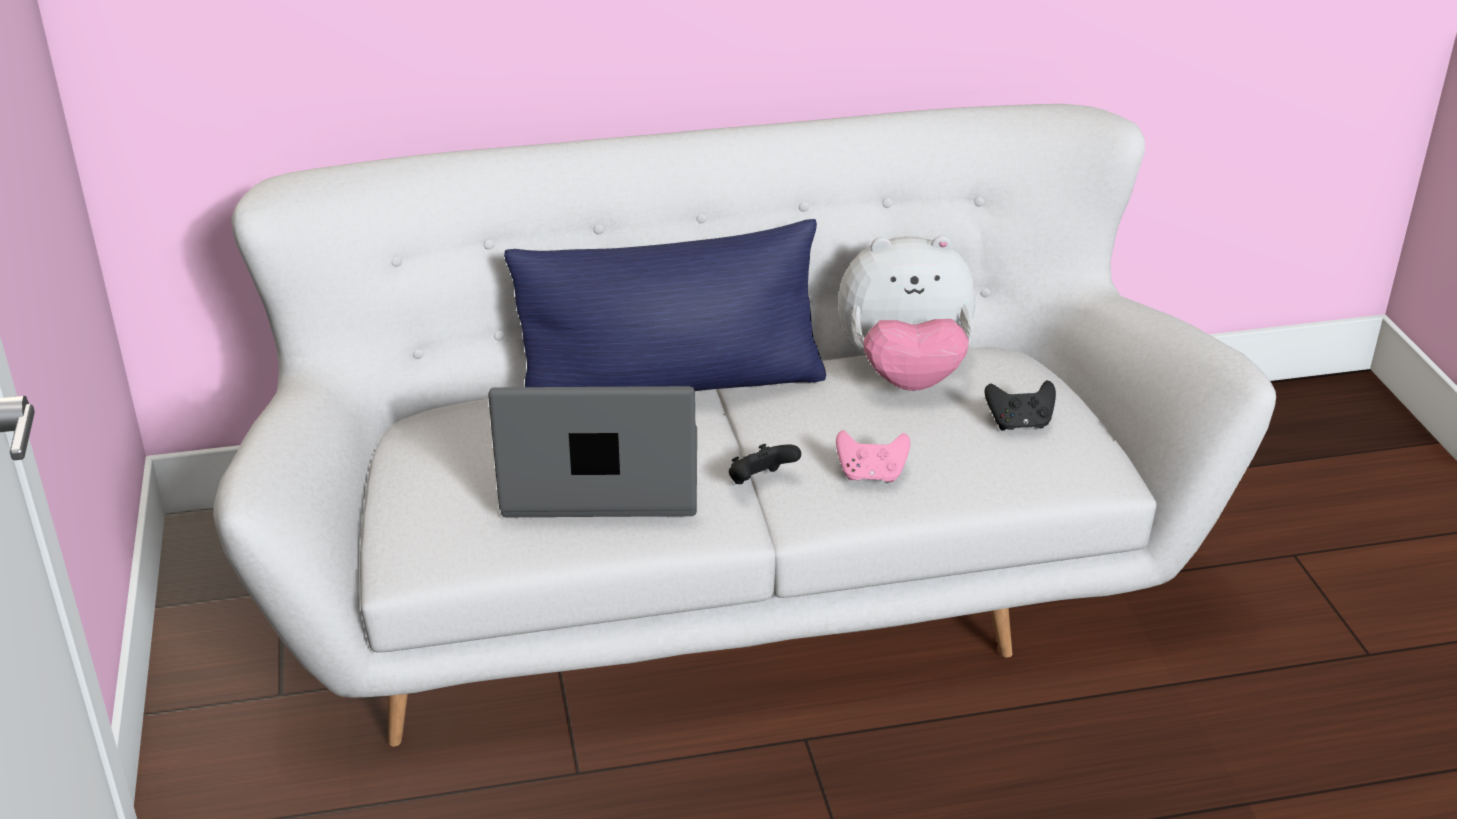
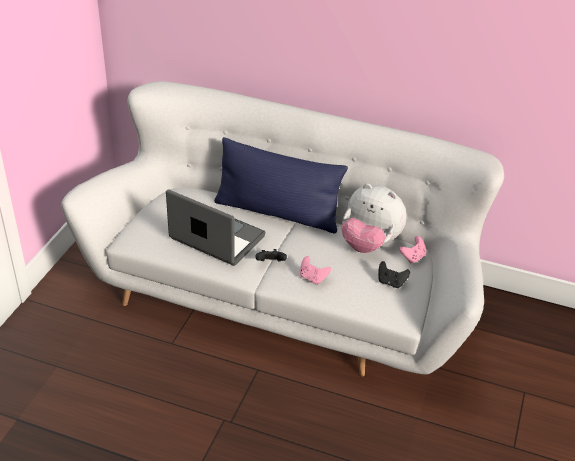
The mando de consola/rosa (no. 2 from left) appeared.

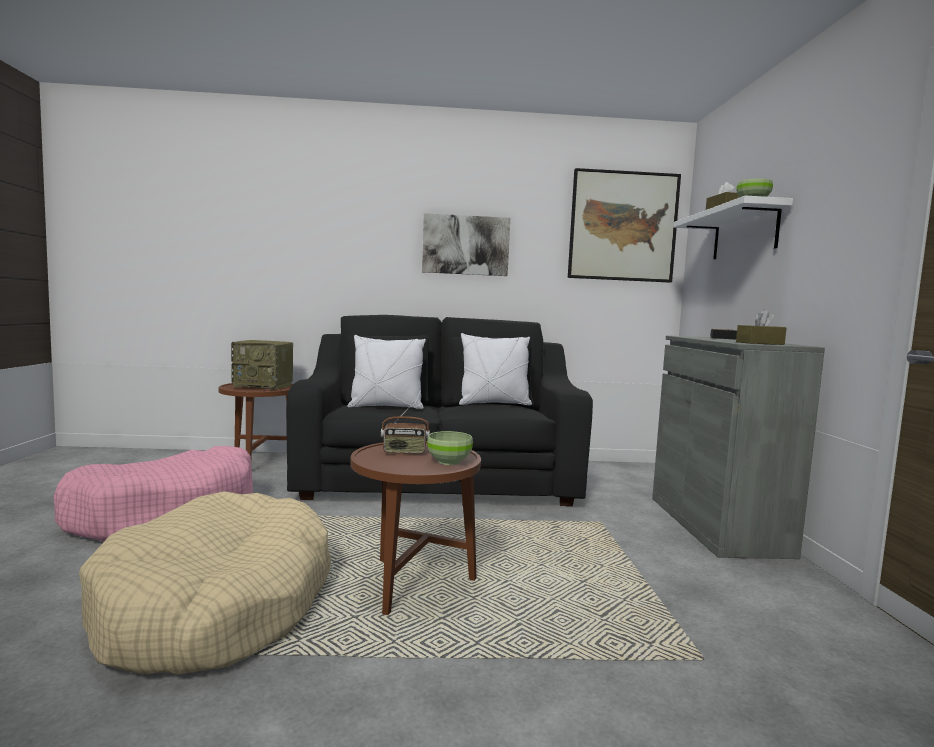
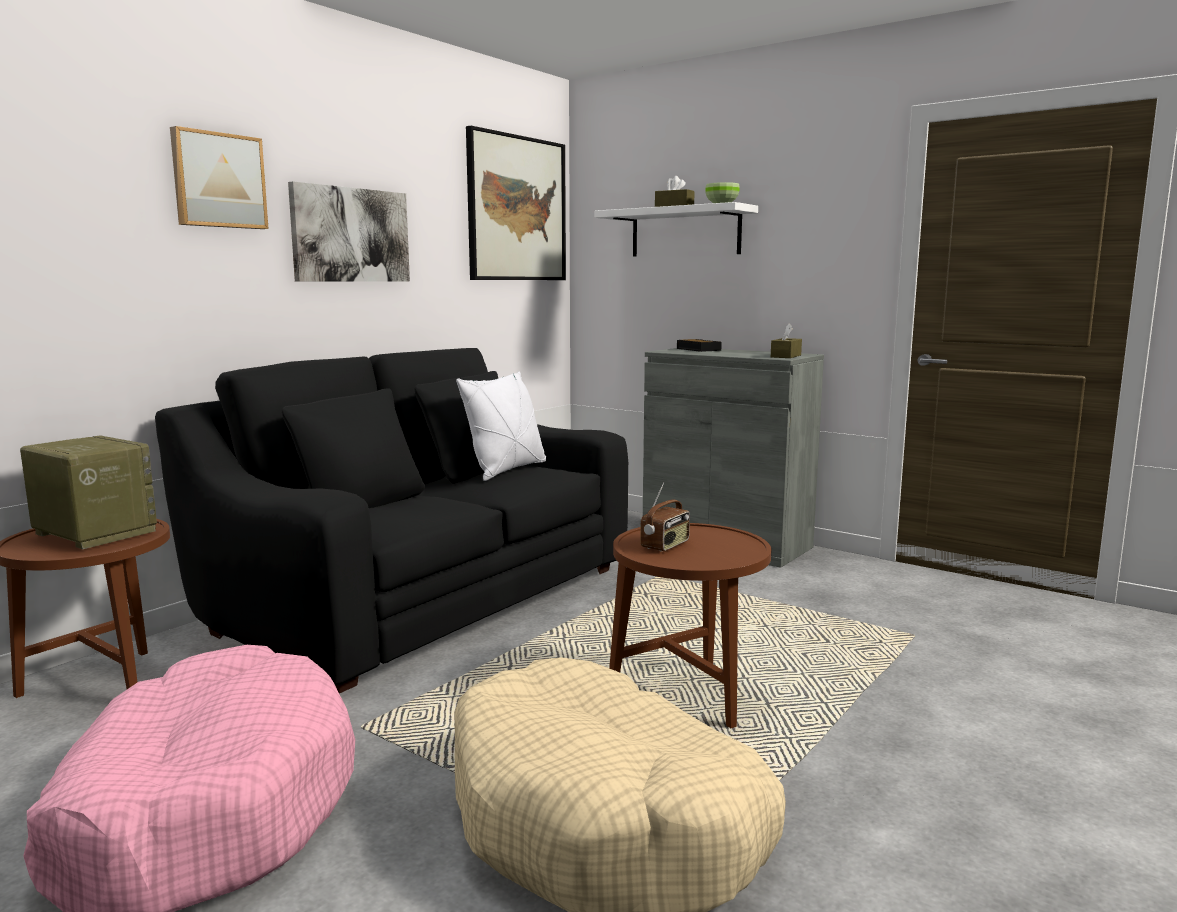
The cojín/blanco (no. 1 from left) disappeared. The cuenco/verde (no. 1 from left) disappeared. The cuadro (no. 1 from left) appeared. The radio (no. 1 from left) turned 105 degrees counterclockwise.

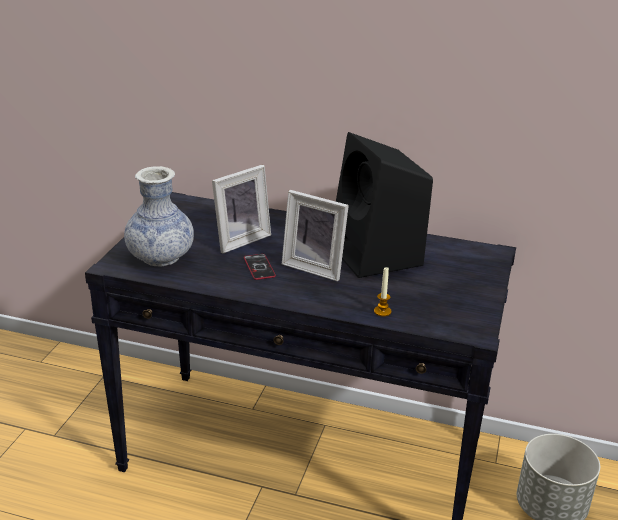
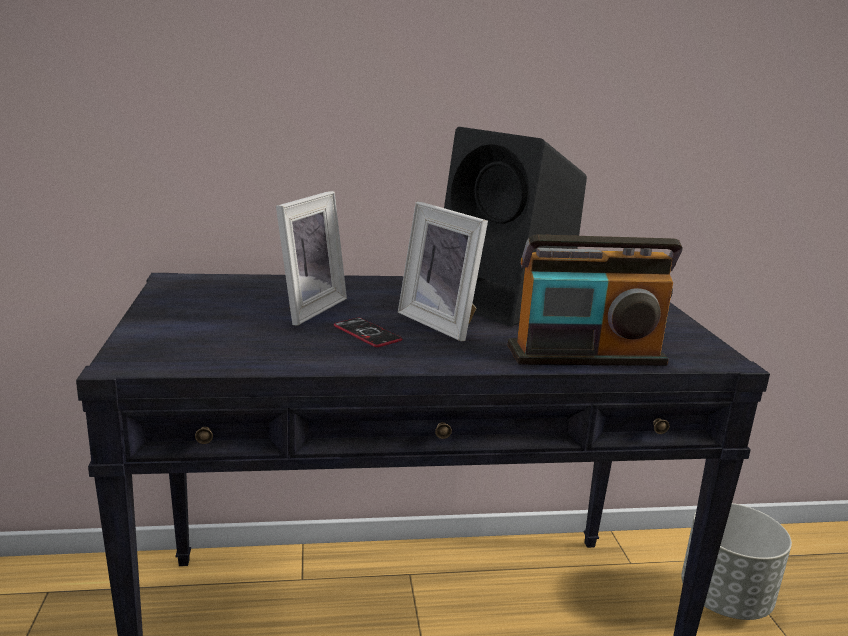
The florero disappeared. The vela was replaced by the radio. The portarretratos (no. 2 from left) turned 45 degrees clockwise.

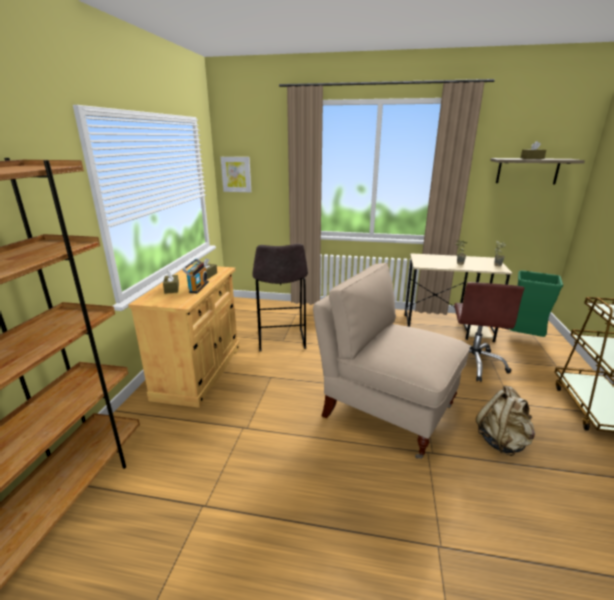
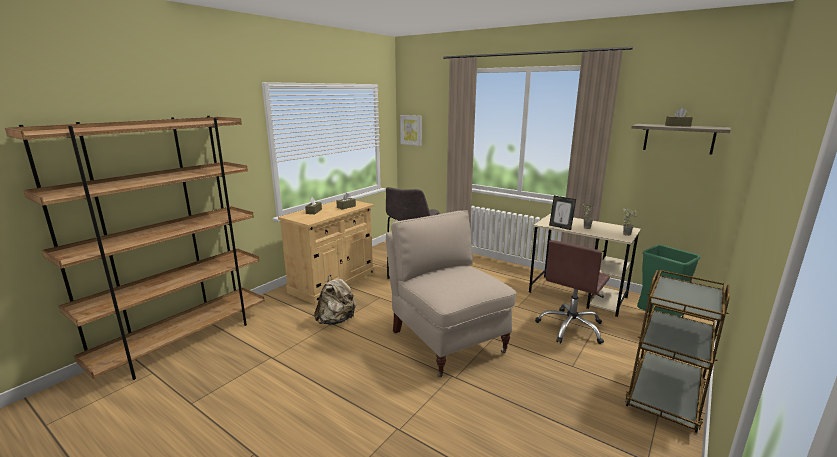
The radio disappeared. The portarretratos appeared. The mochila/beis moved.

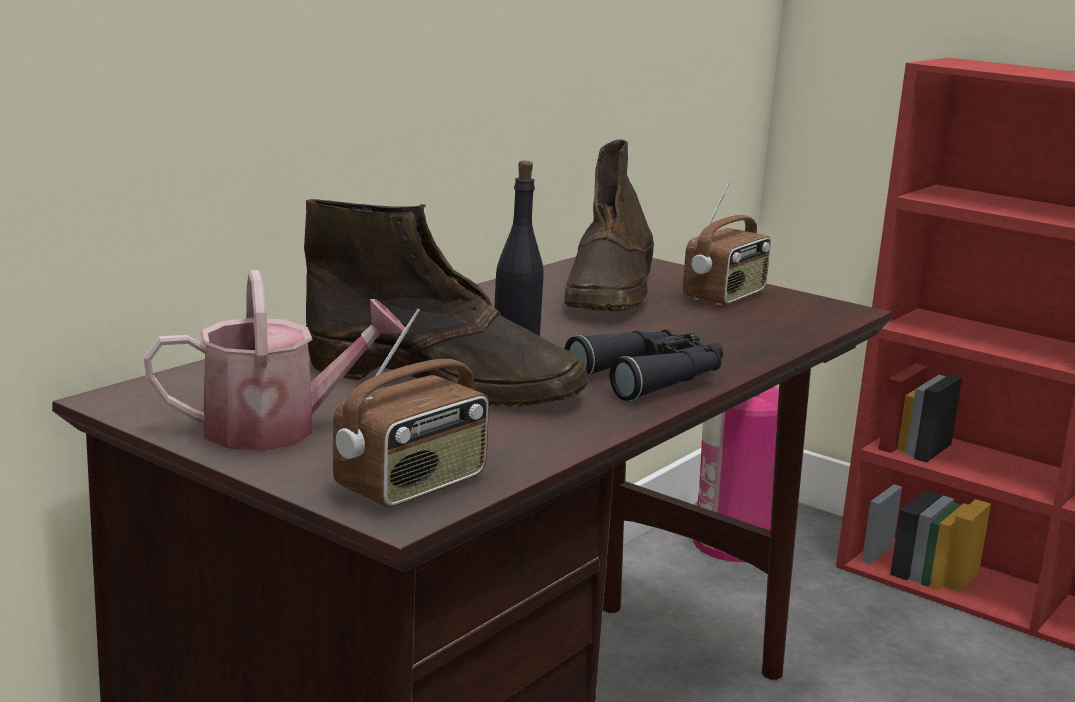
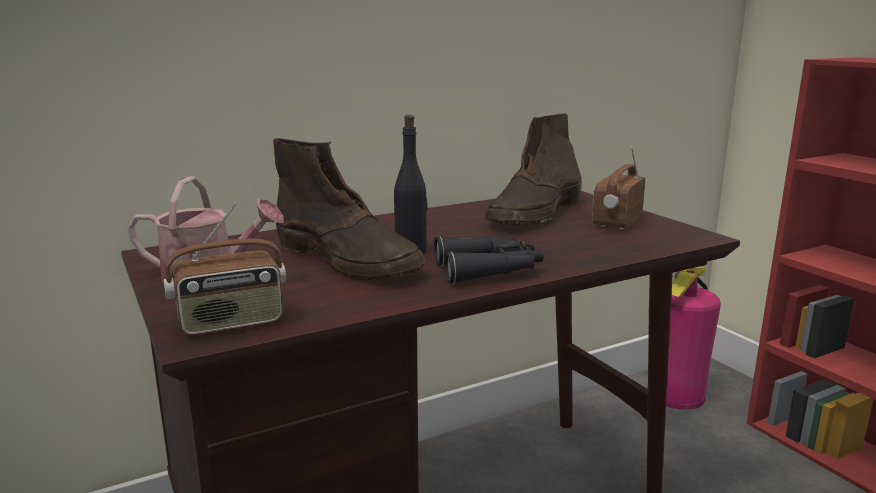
The radio (no. 2 from left) turned 150 degrees clockwise.

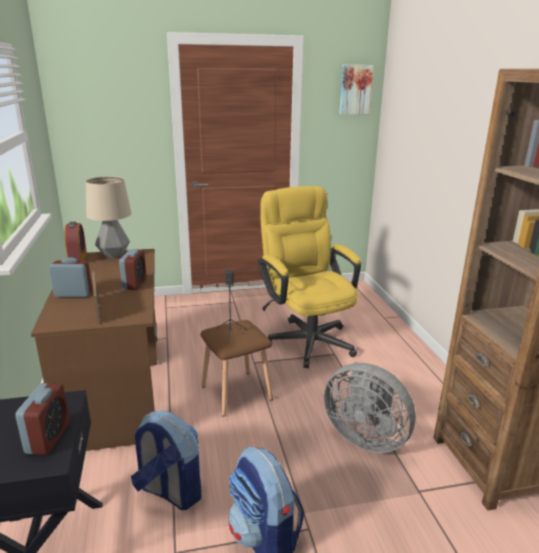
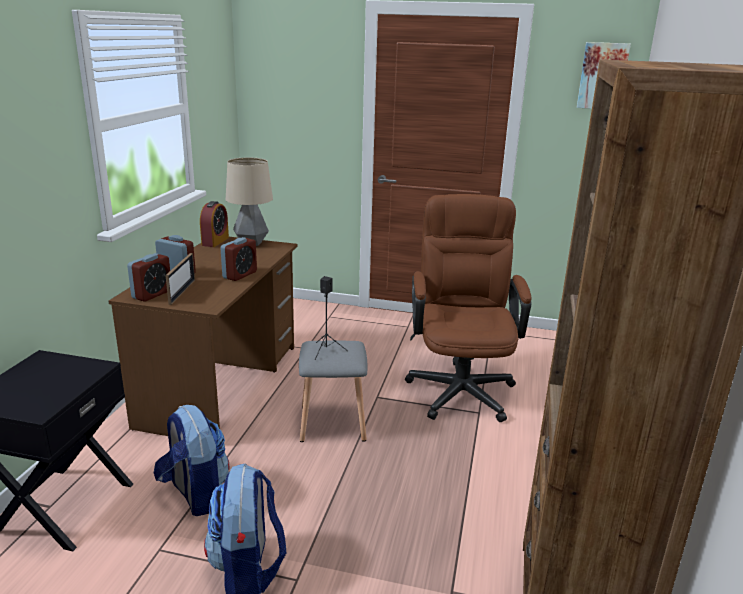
The ventilador/gris disappeared. The despertador (no. 1 from left) moved. The taburete/marrón became the taburete/gris. The silla de oficina/amarillo became the silla de oficina/marrón.

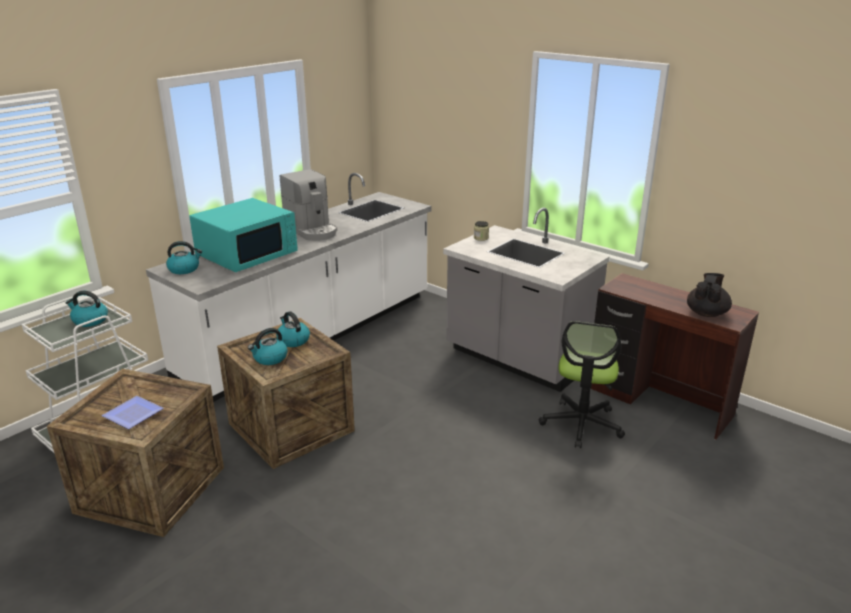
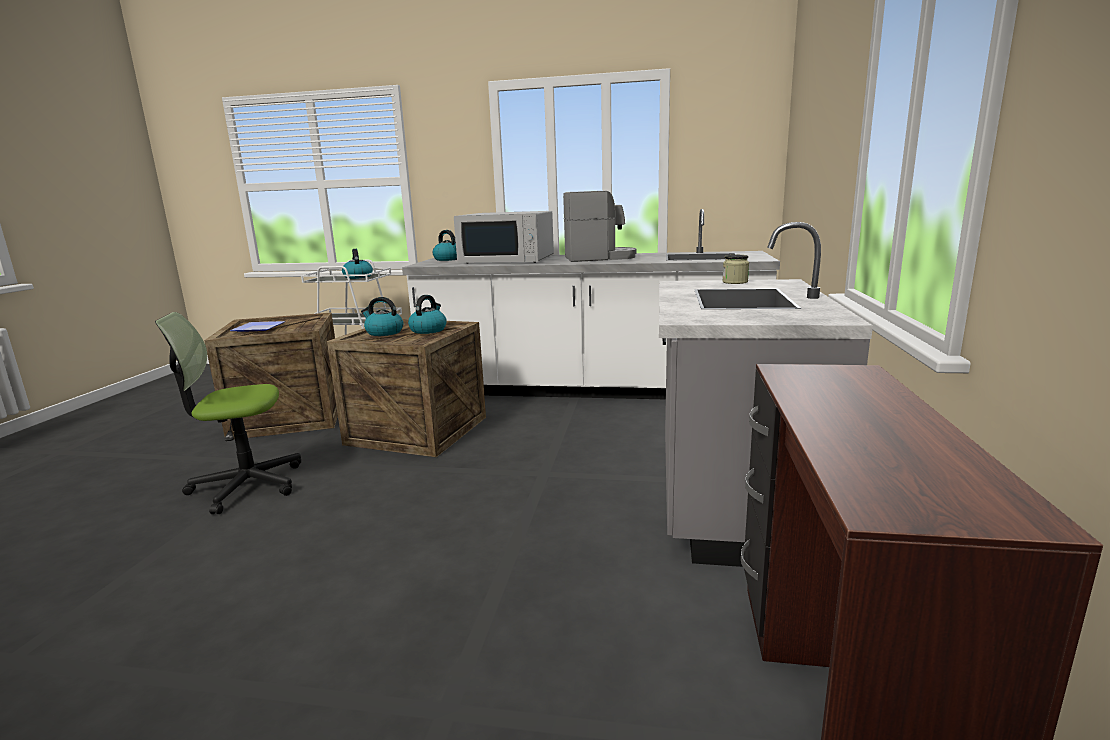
The tetera/negro disappeared. The silla de oficina moved. The microondas/turquesa became the microondas/blanco. The cafetera turned 120 degrees counterclockwise.

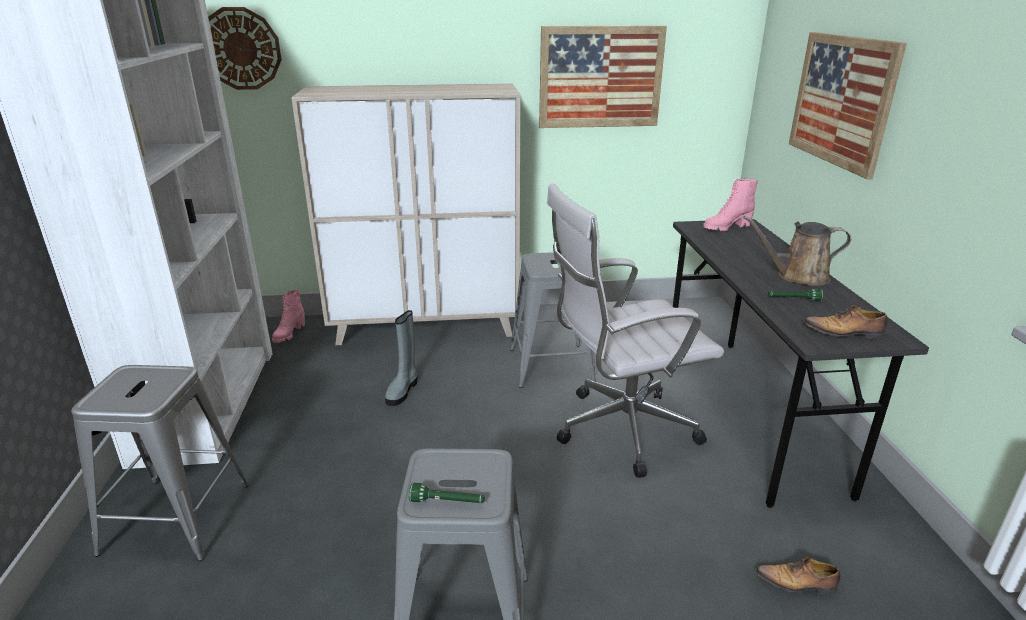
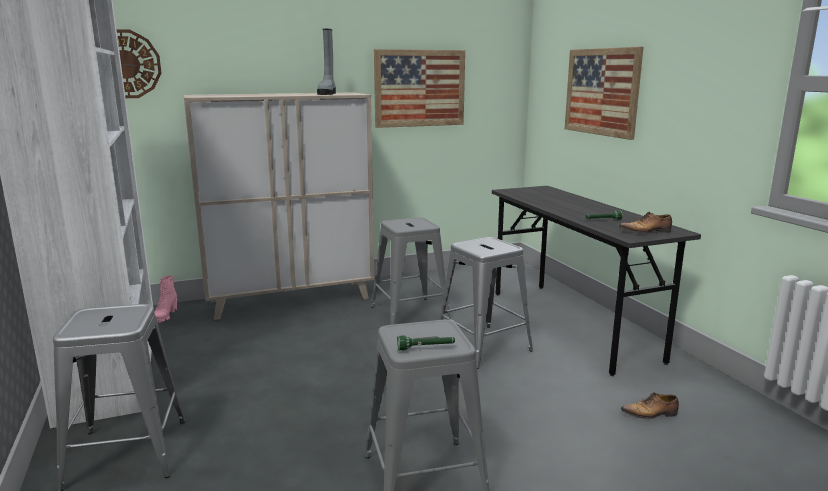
The bota/rosa (no. 2 from left) disappeared. The regadera/marrón disappeared. The bota/gris moved. The silla de oficina/blanco was replaced by the taburete/gris (no. 4 from left).

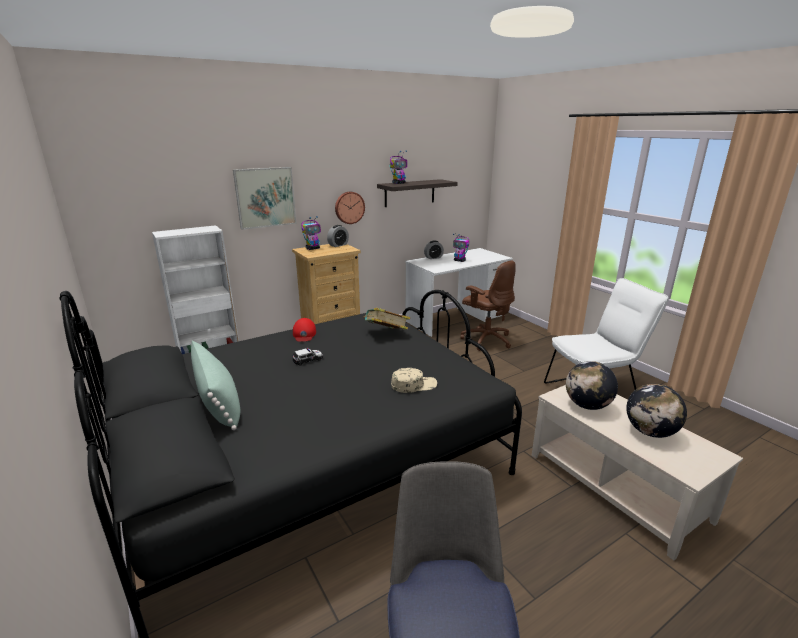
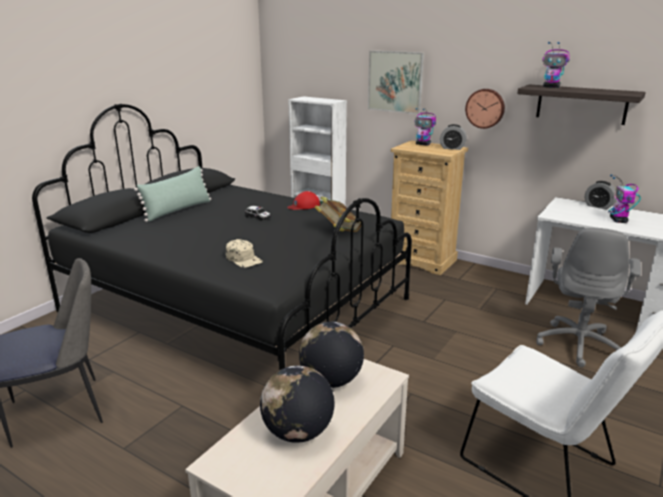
The silla de oficina/marrón became the silla de oficina/gris.

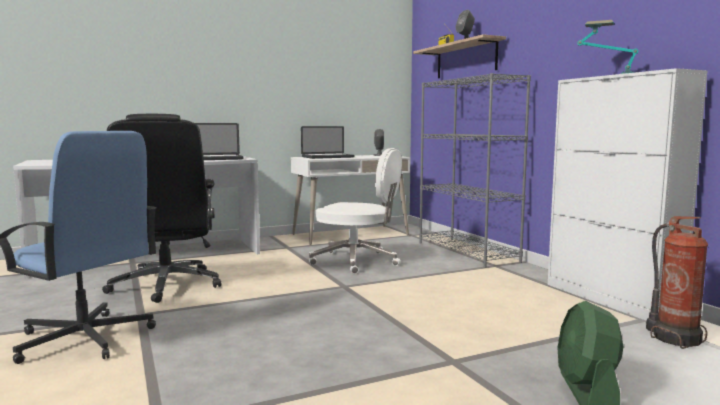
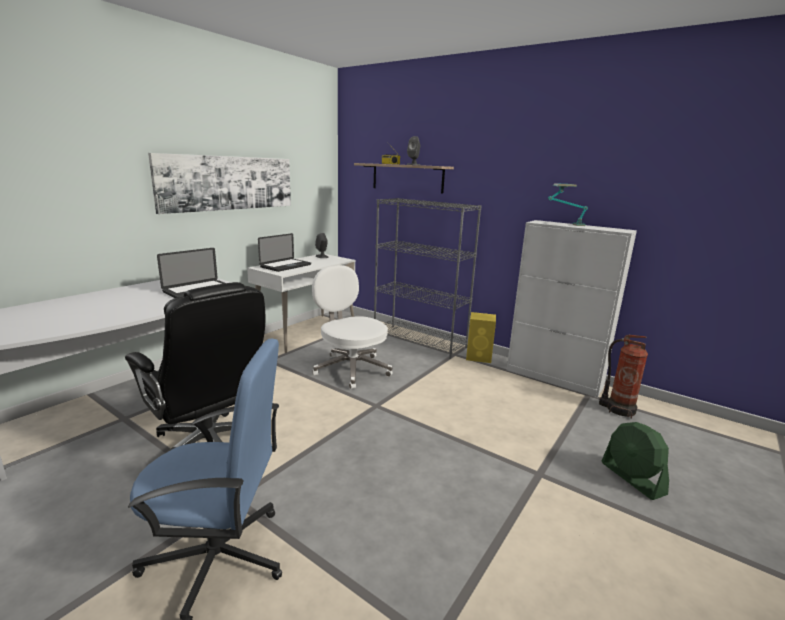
The cuadro appeared. The altavoz/amarillo appeared. The silla de oficina/blanco turned 120 degrees counterclockwise.

